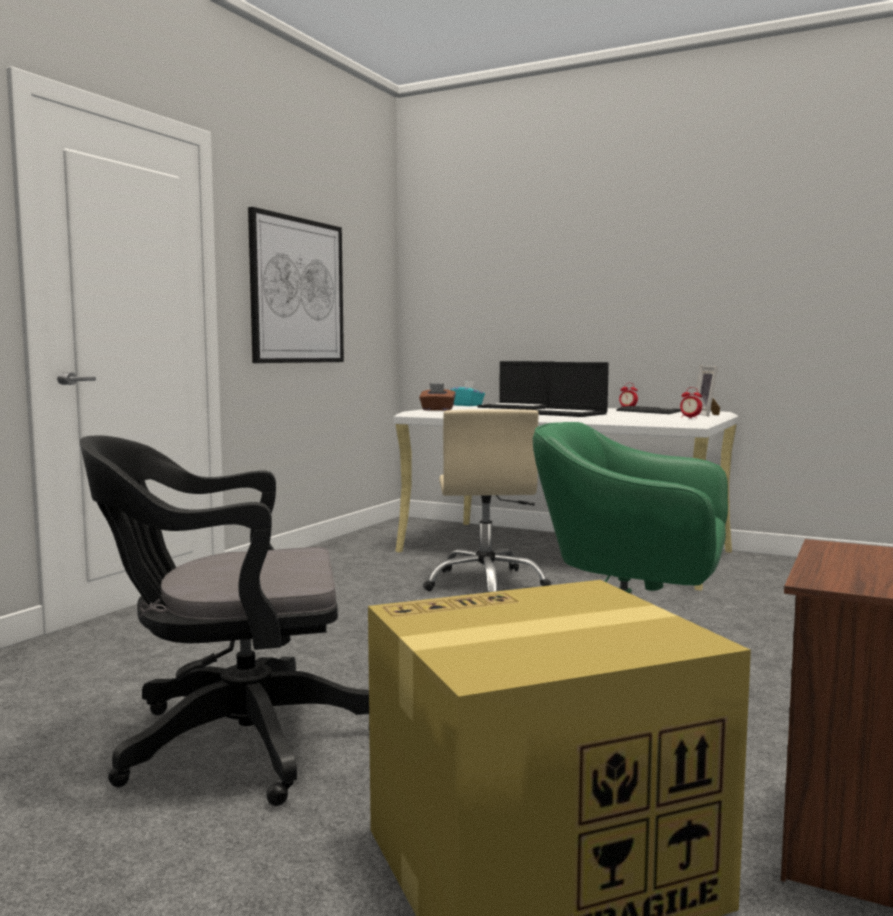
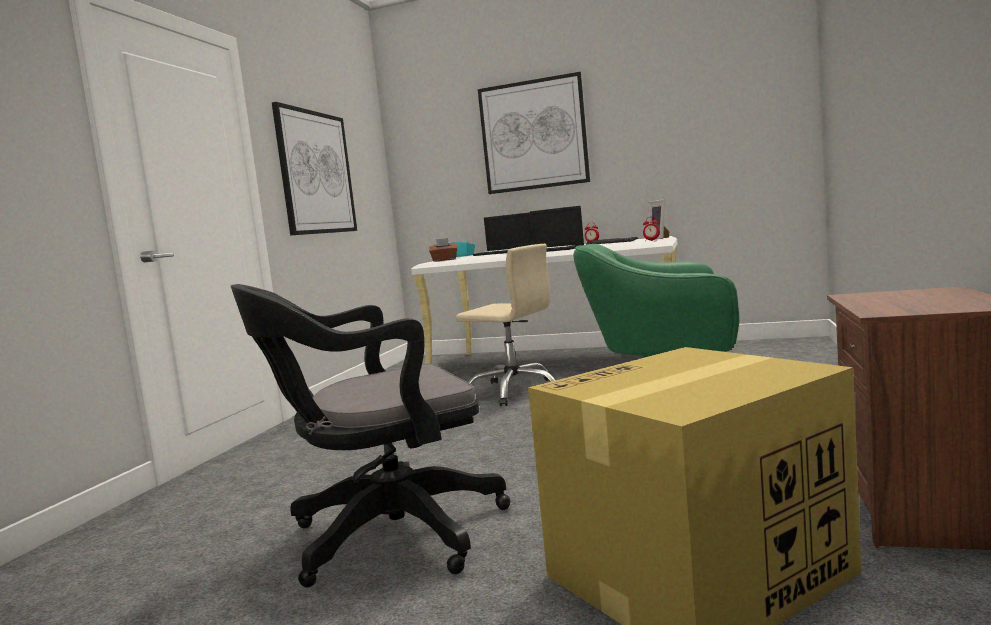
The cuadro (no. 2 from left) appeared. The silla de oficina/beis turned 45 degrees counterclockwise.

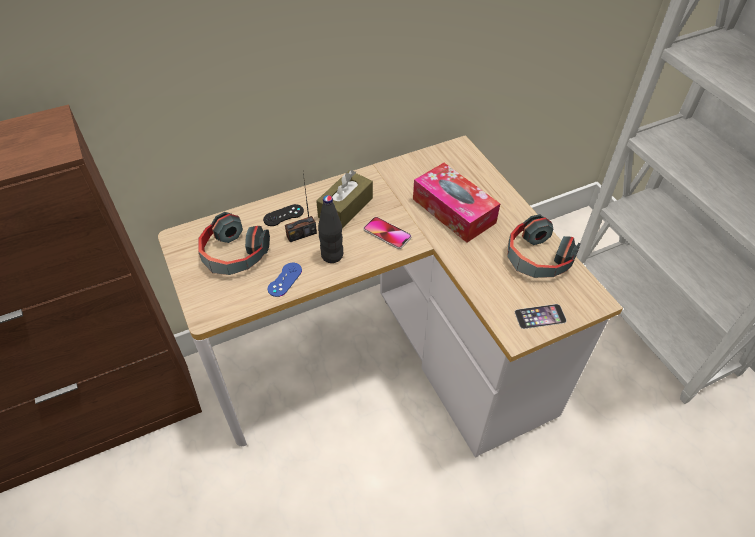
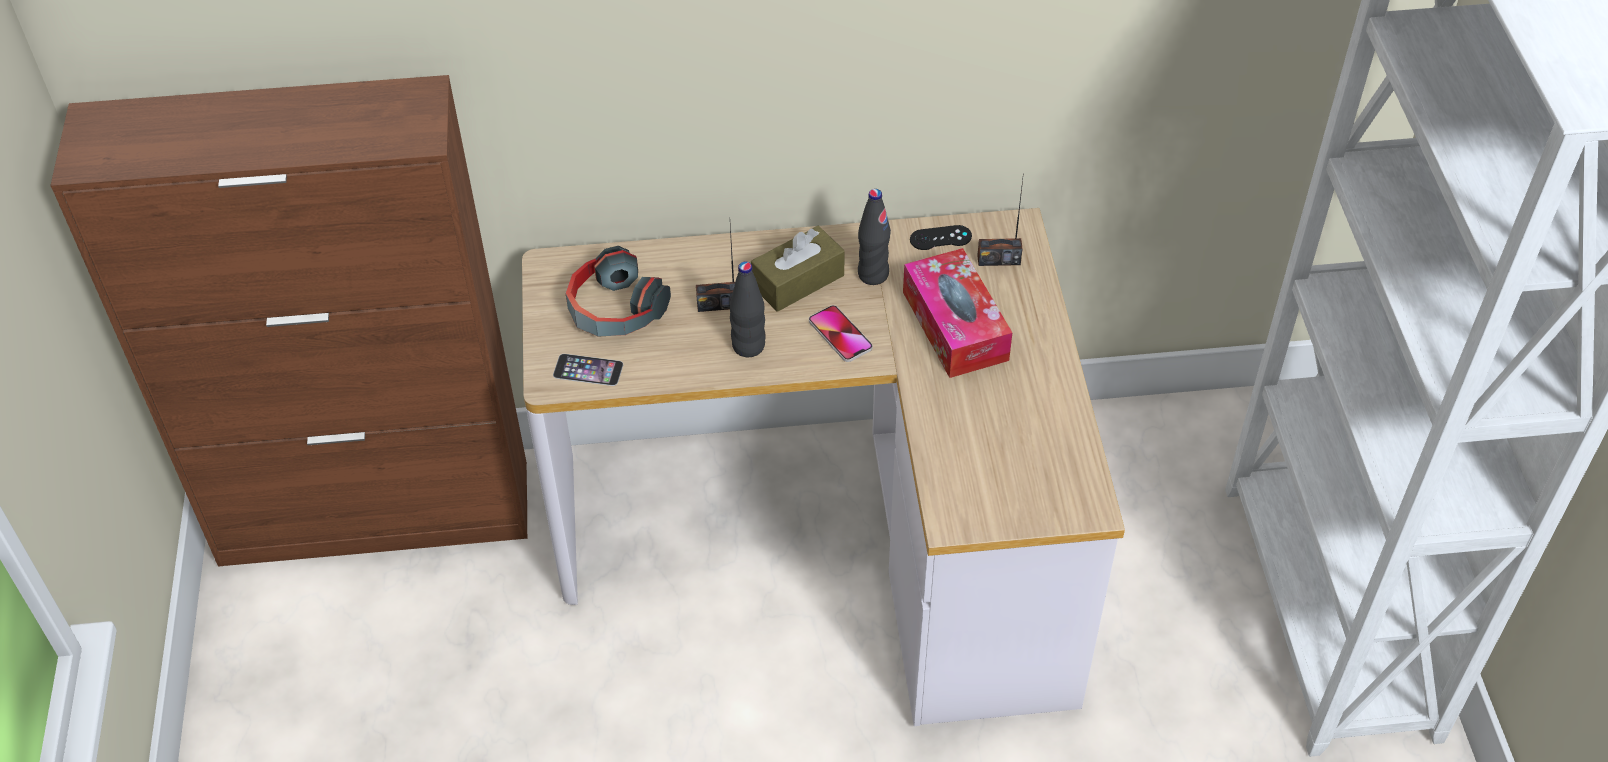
The mando de consola/azul disappeared. The auriculares (no. 2 from left) disappeared. The botella/negro (no. 2 from left) appeared. The radio (no. 2 from left) appeared. The mando de consola/negro moved. The móvil (no. 2 from left in the first image) moved.

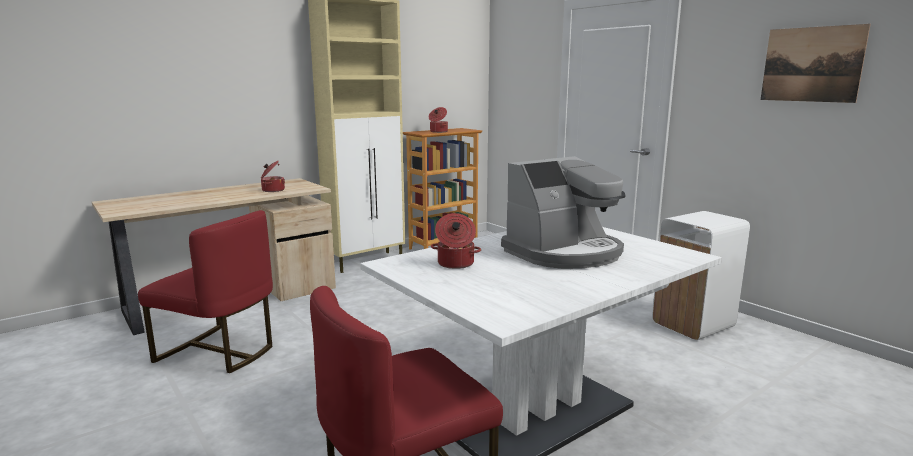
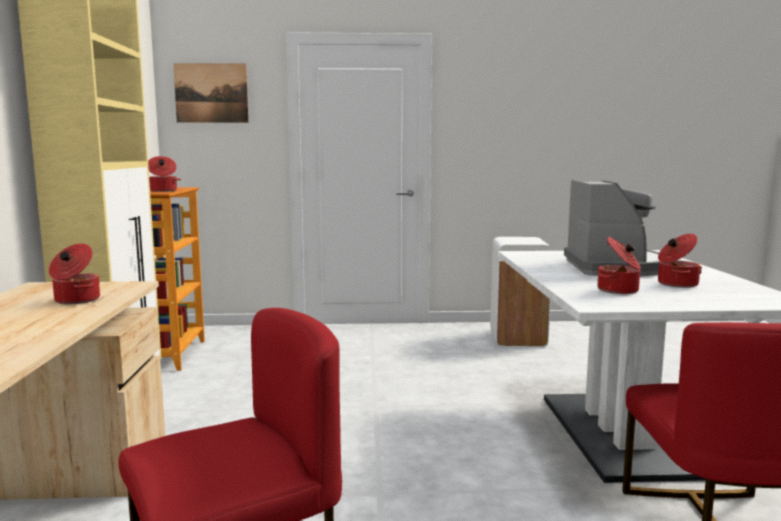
The olla (no. 4 from left) appeared. The cuadro moved.

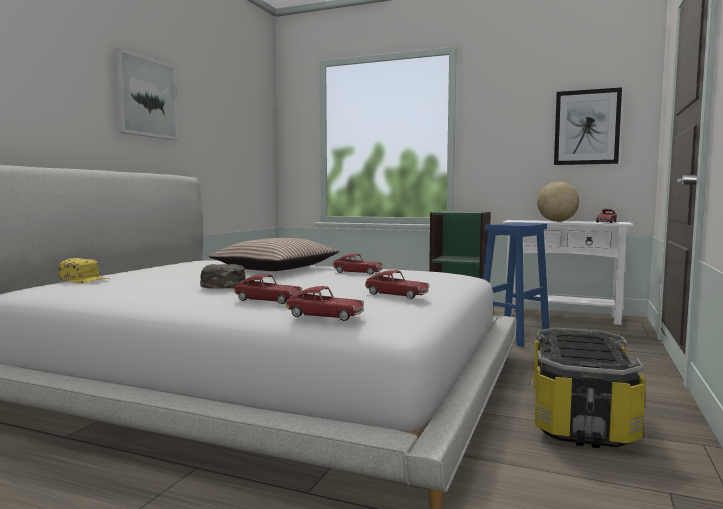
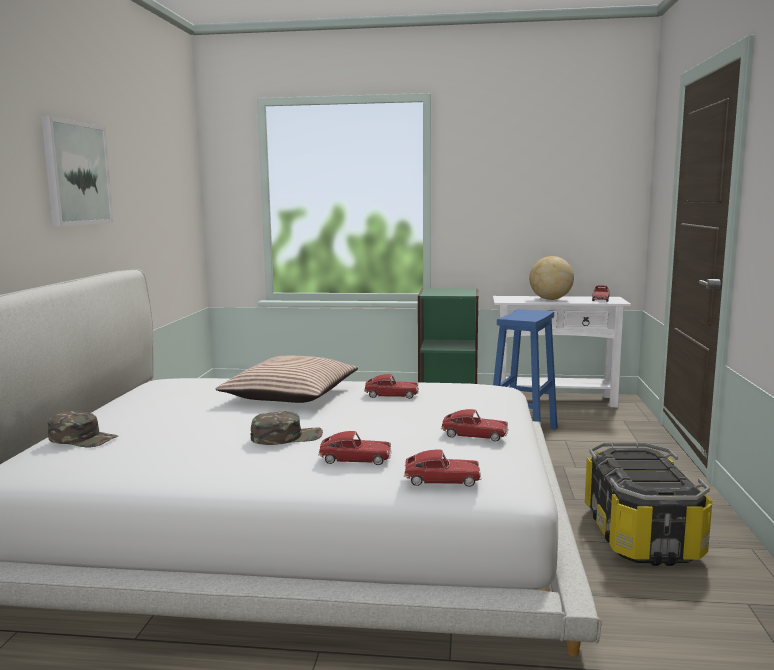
The cuadro (no. 2 from left) disappeared. The gorra/amarillo became the gorra/verde (no. 1 from left).

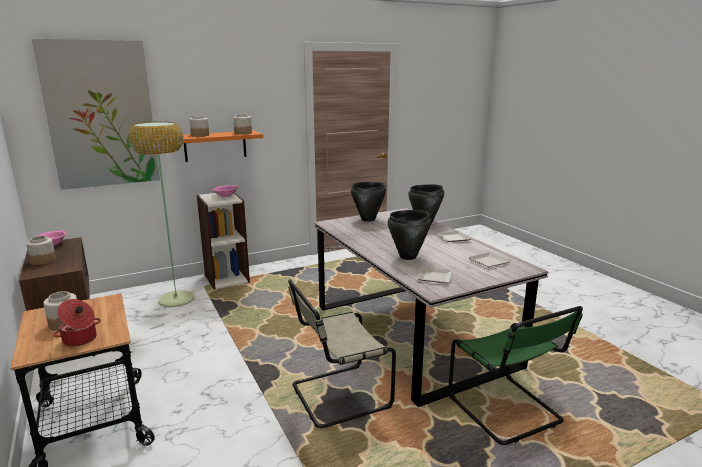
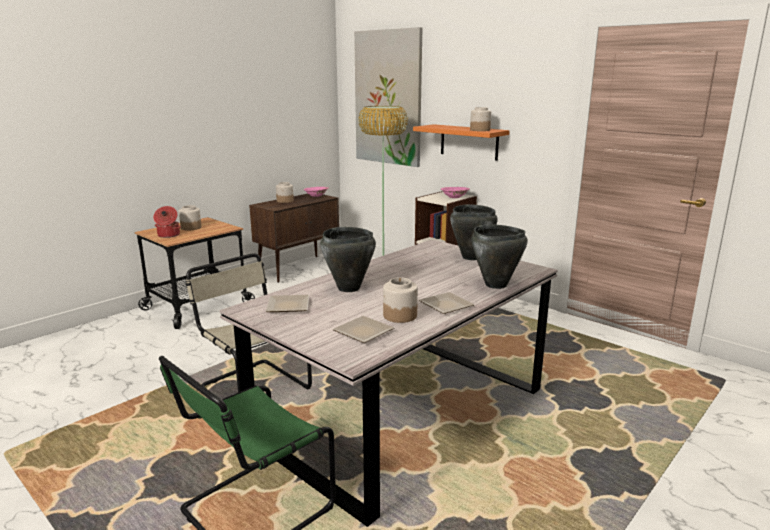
The tarro (no. 3 from left) moved.

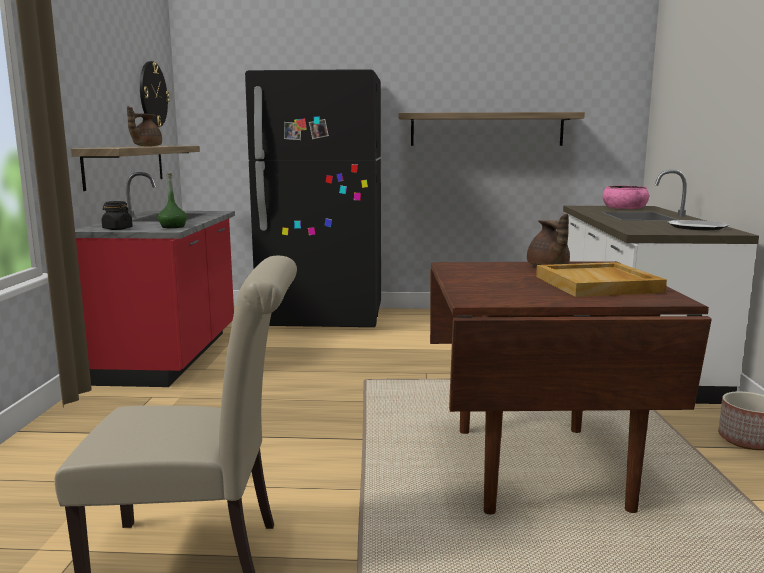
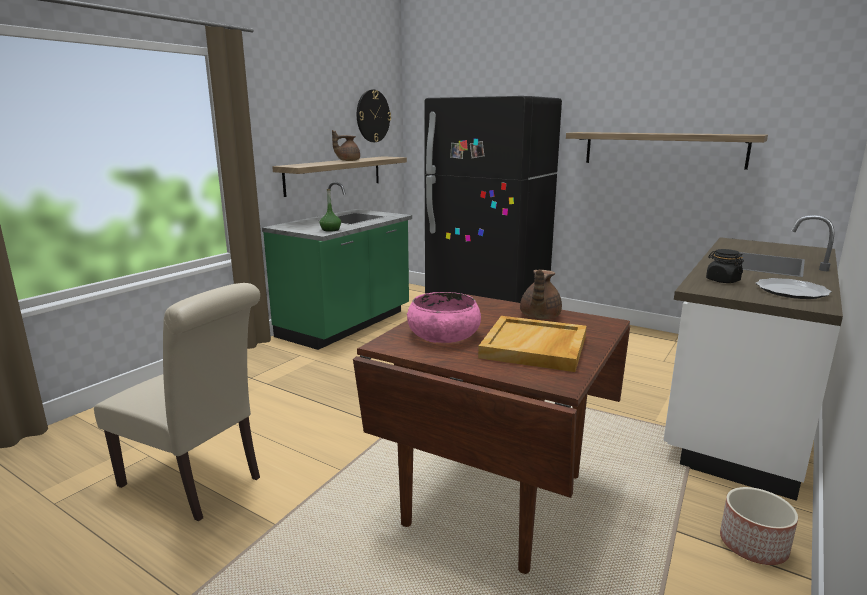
The tarro/negro moved. The cuenco/rosa moved. The mueble bajo de cocina/rojo became the mueble bajo de cocina/verde.

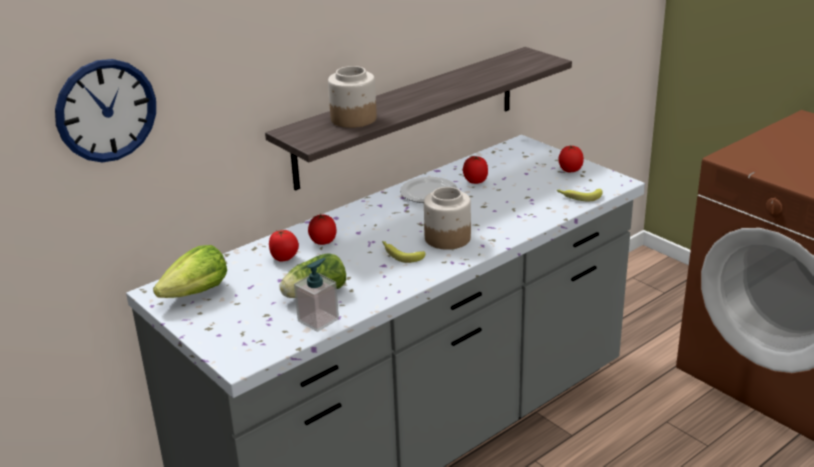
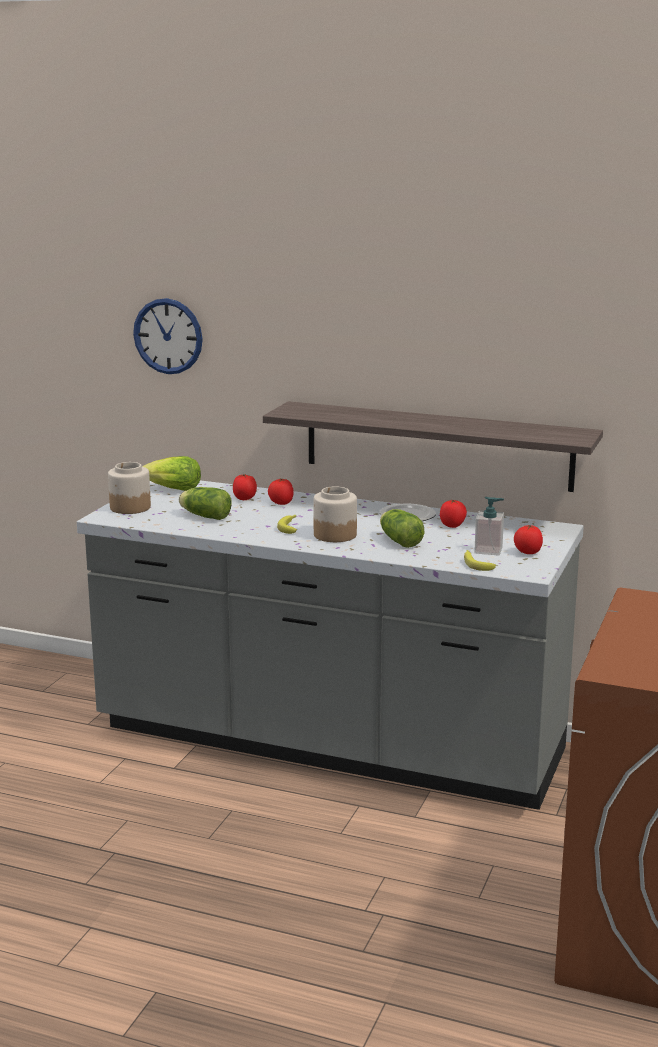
The lechuga (no. 3 from left) appeared. The dispensador de jabón moved. The tarro (no. 1 from left) moved.

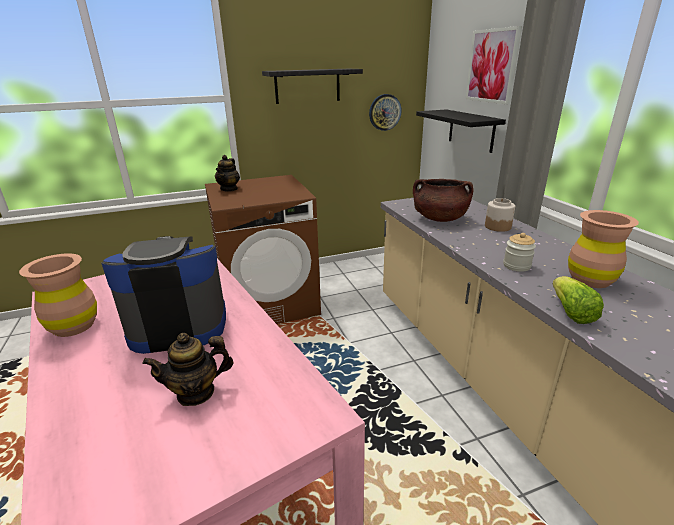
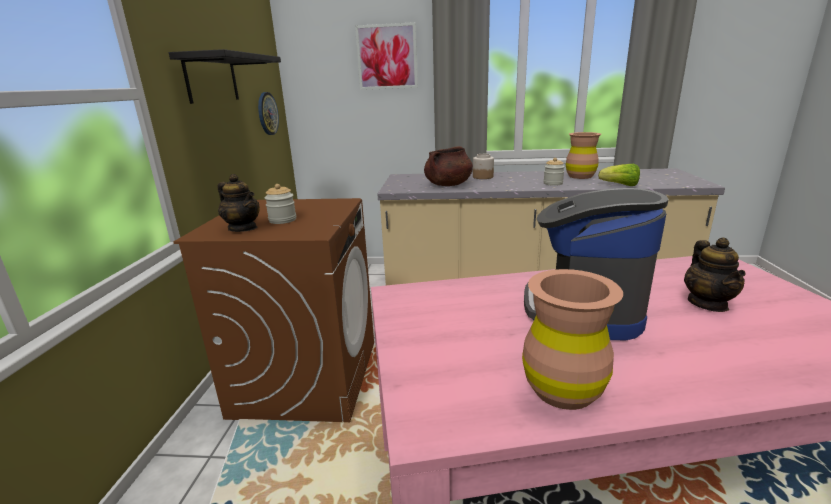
The estante/negro (no. 2 from left) disappeared. The tarro (no. 1 from left) appeared.

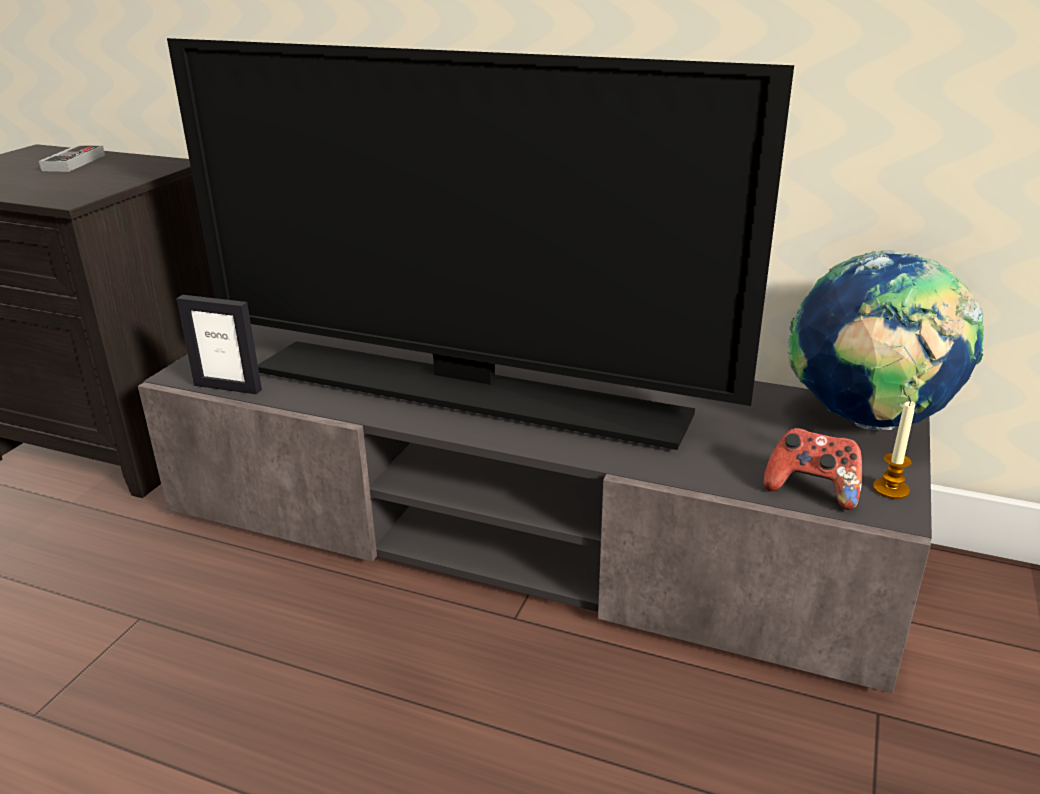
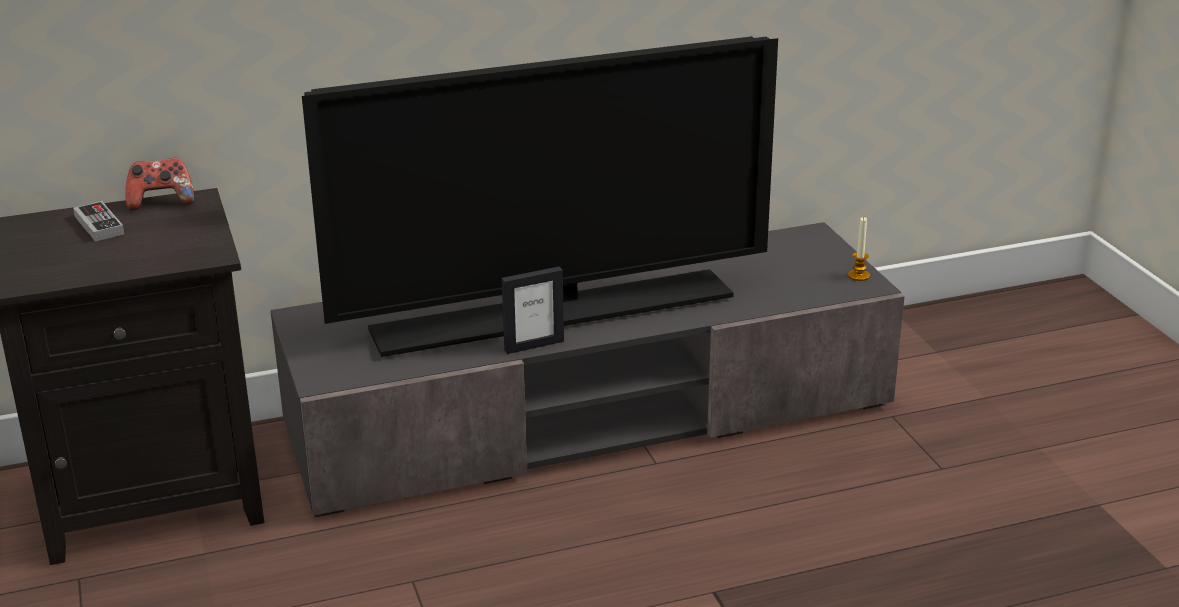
The globo terráqueo disappeared. The portarretratos moved. The mando de consola (no. 2 from left) moved.

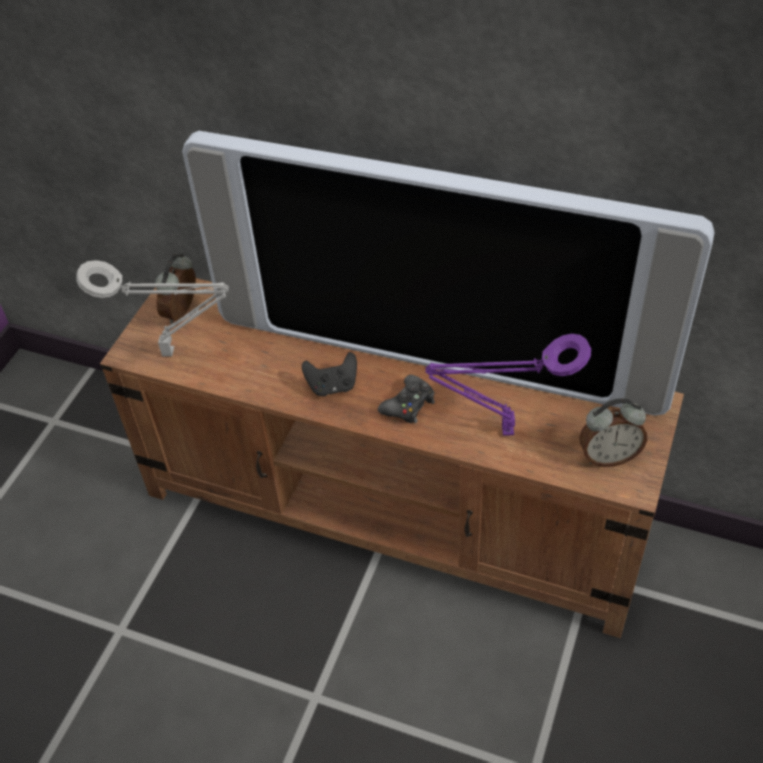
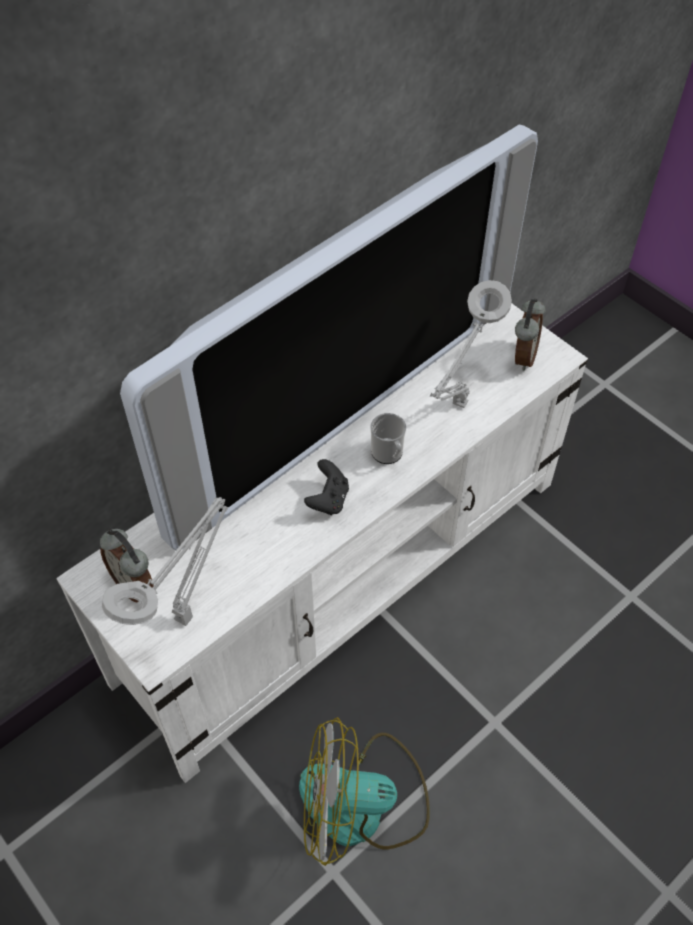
The ventilador appeared. The mando de consola/negro (no. 2 from left) was replaced by the taza grande. The mueble de televisión/marrón became the mueble de televisión/blanco. The lámpara de mesa/morado became the lámpara de mesa/gris (no. 2 from left).

